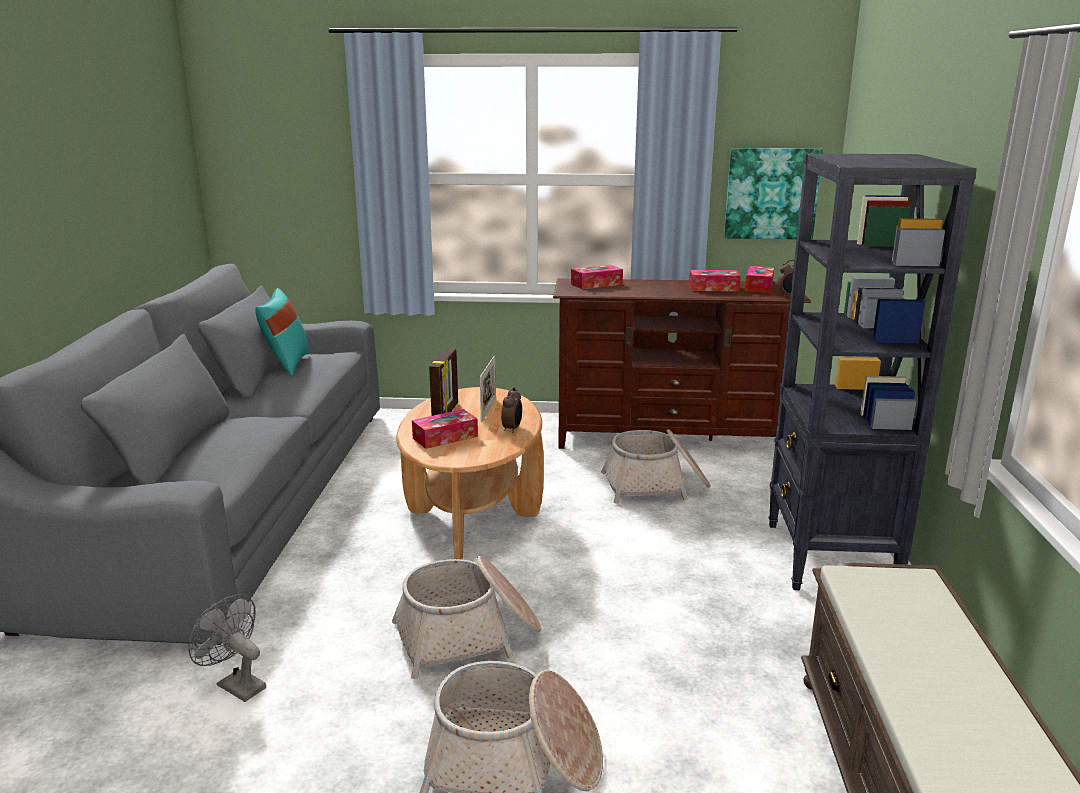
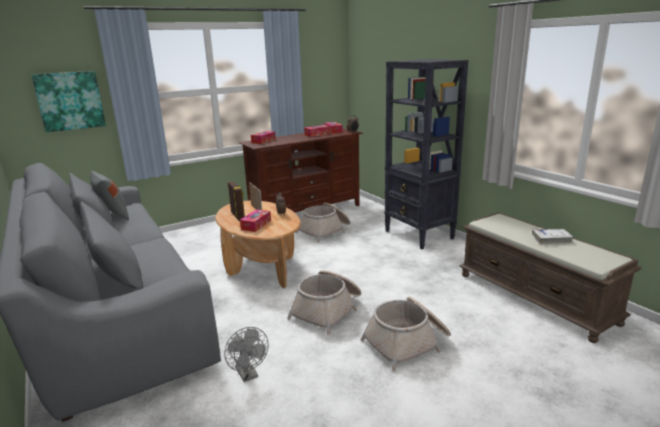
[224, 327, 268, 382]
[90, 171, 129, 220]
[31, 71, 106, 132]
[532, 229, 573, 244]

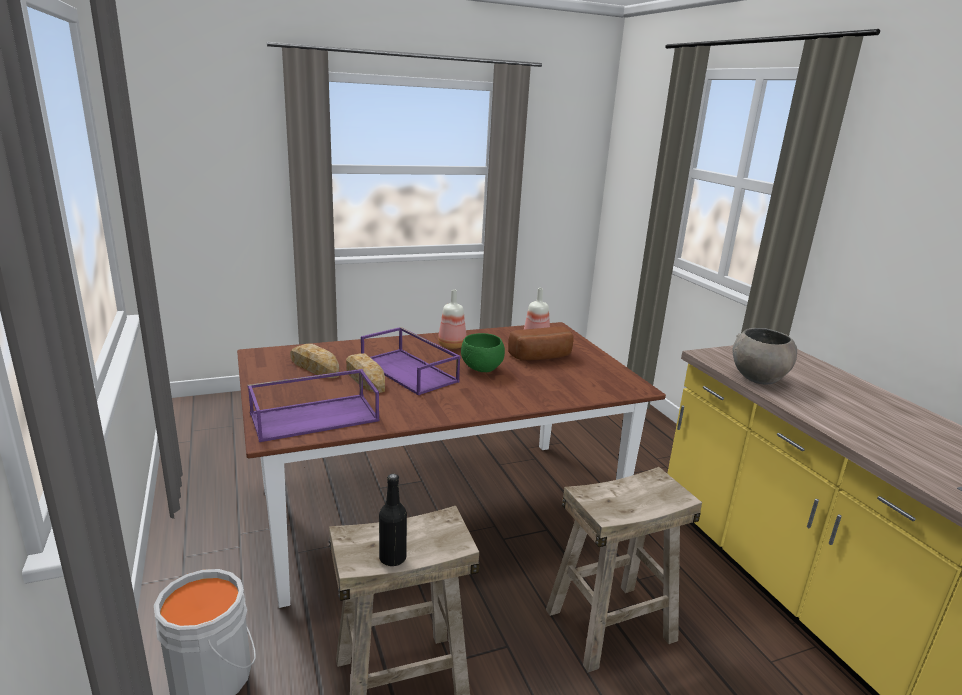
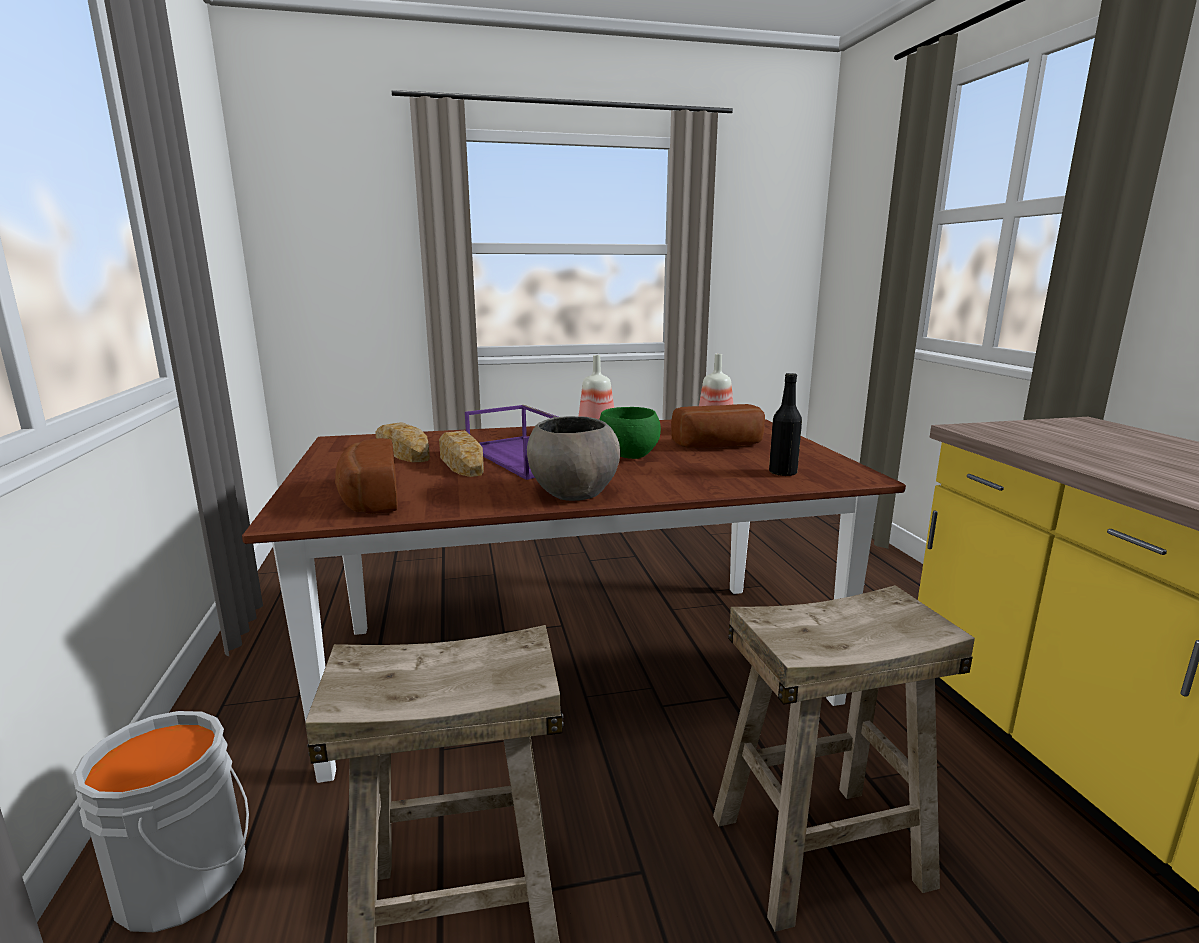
[335, 438, 398, 514]
[769, 373, 802, 477]
[527, 416, 620, 501]

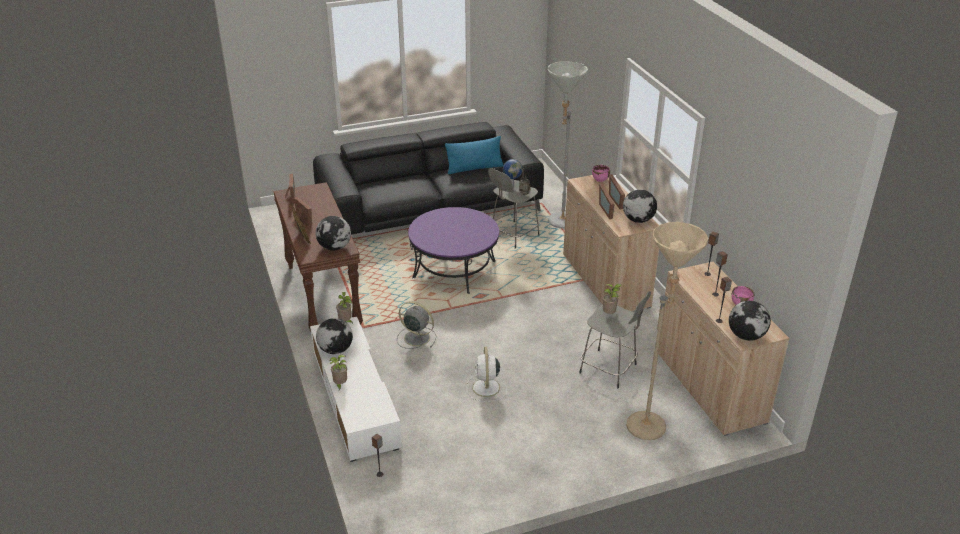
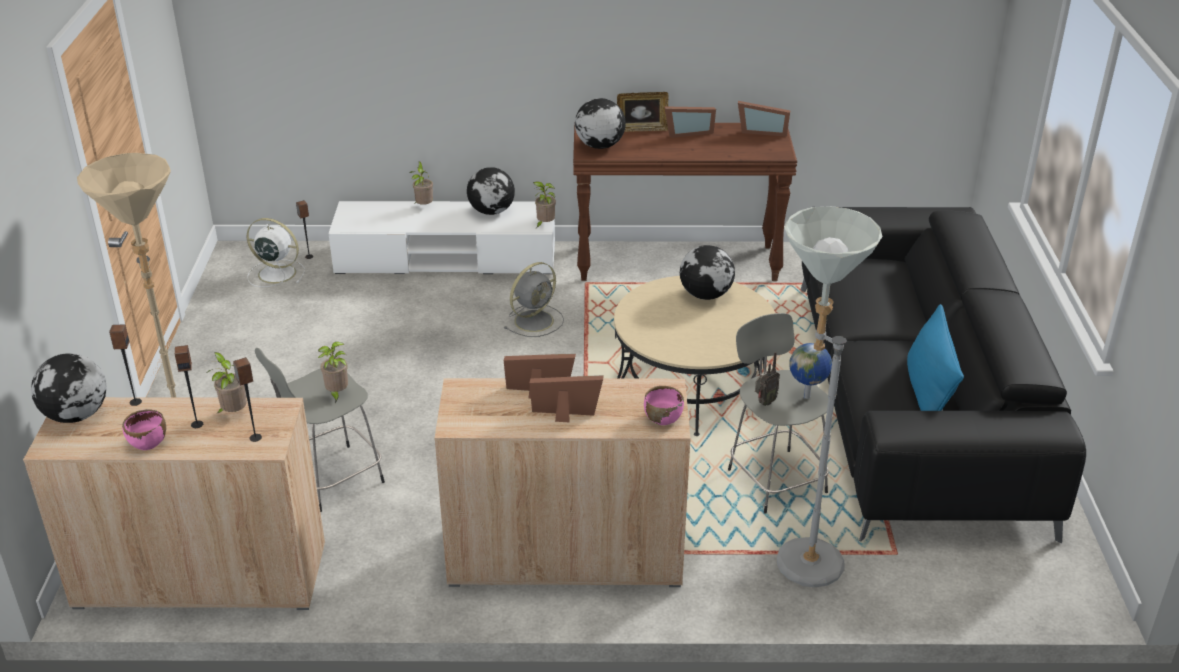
[614, 276, 775, 436]
[247, 218, 305, 287]
[680, 245, 735, 300]
[208, 352, 247, 414]

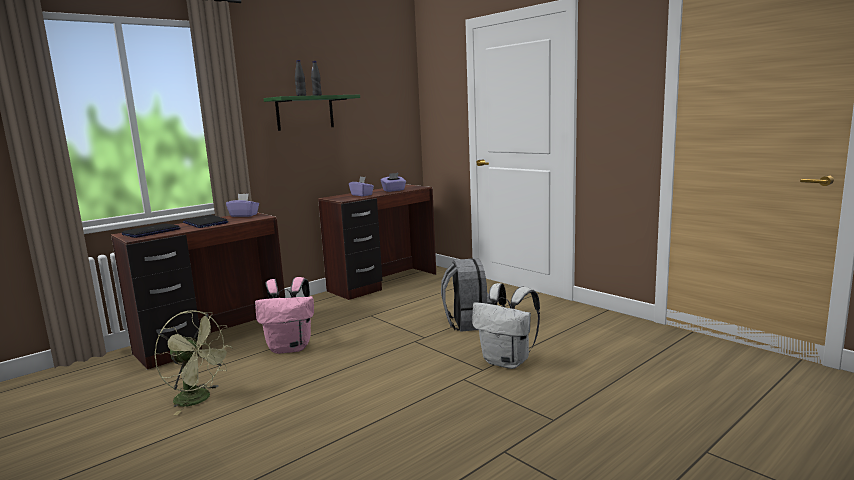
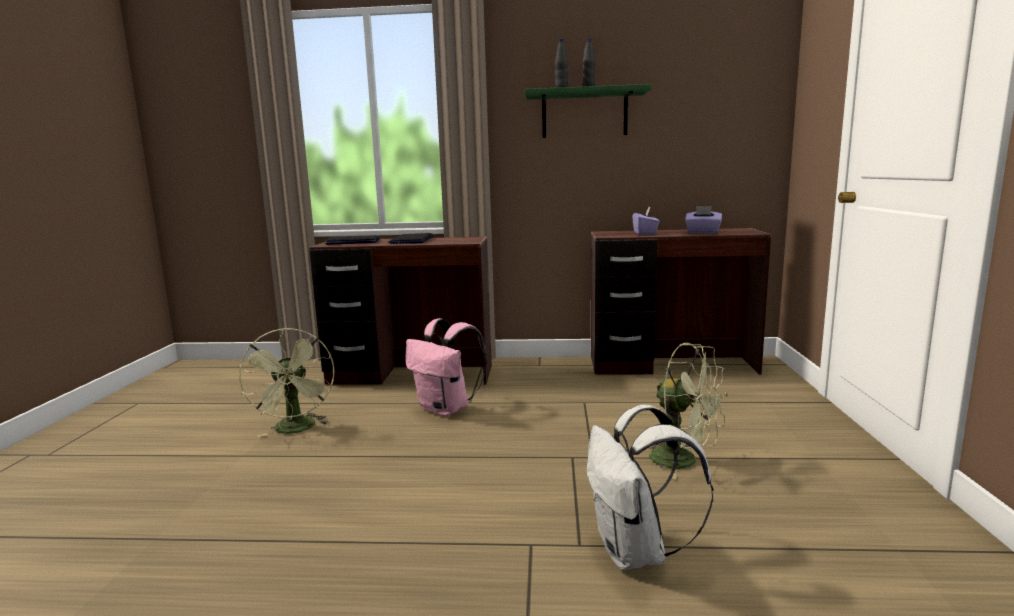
[226, 194, 259, 217] (first image)
[648, 343, 728, 479]

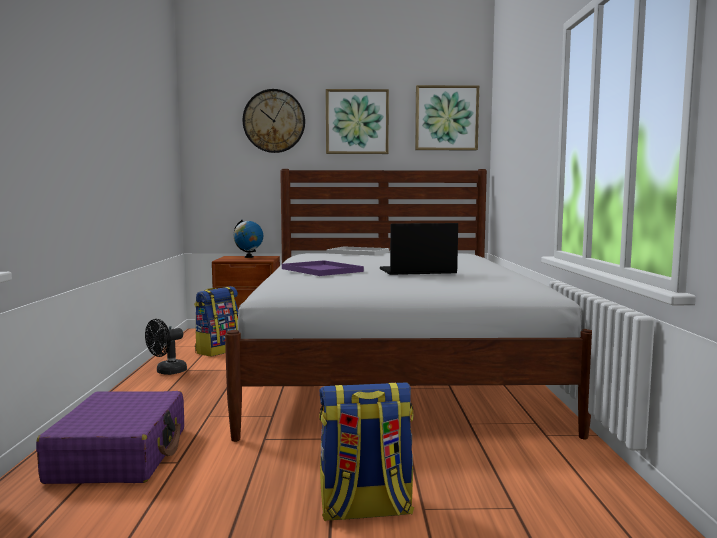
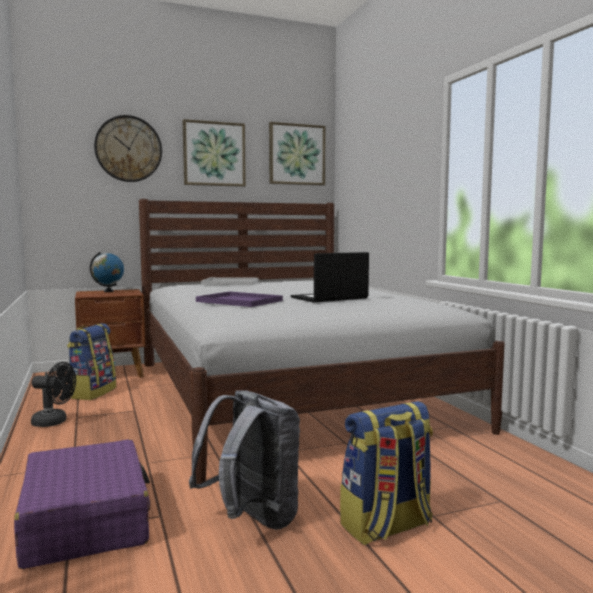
[31, 362, 76, 427]
[189, 390, 300, 530]

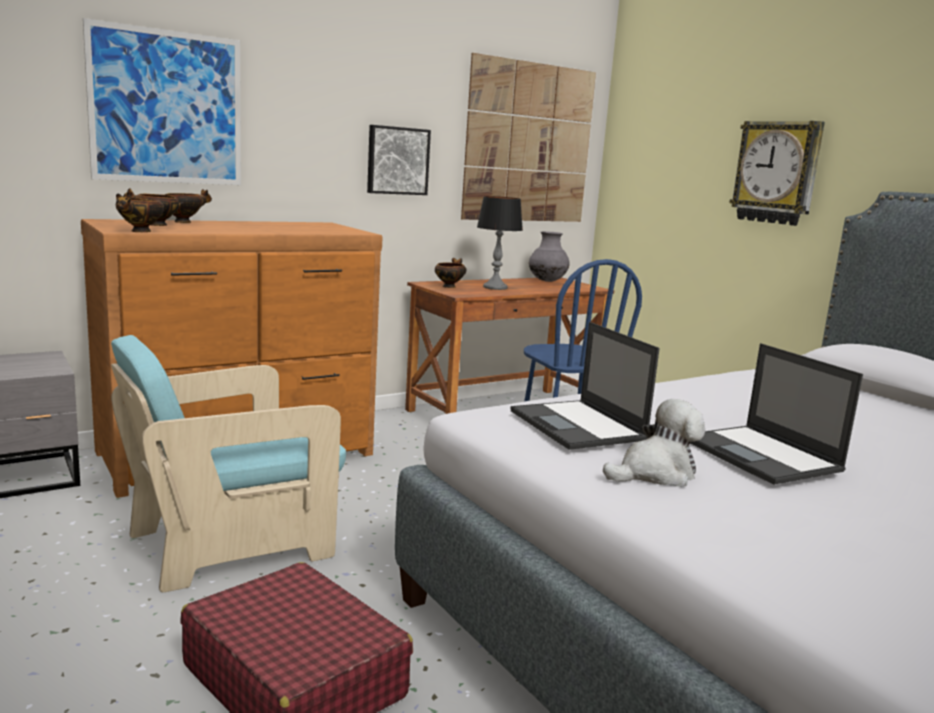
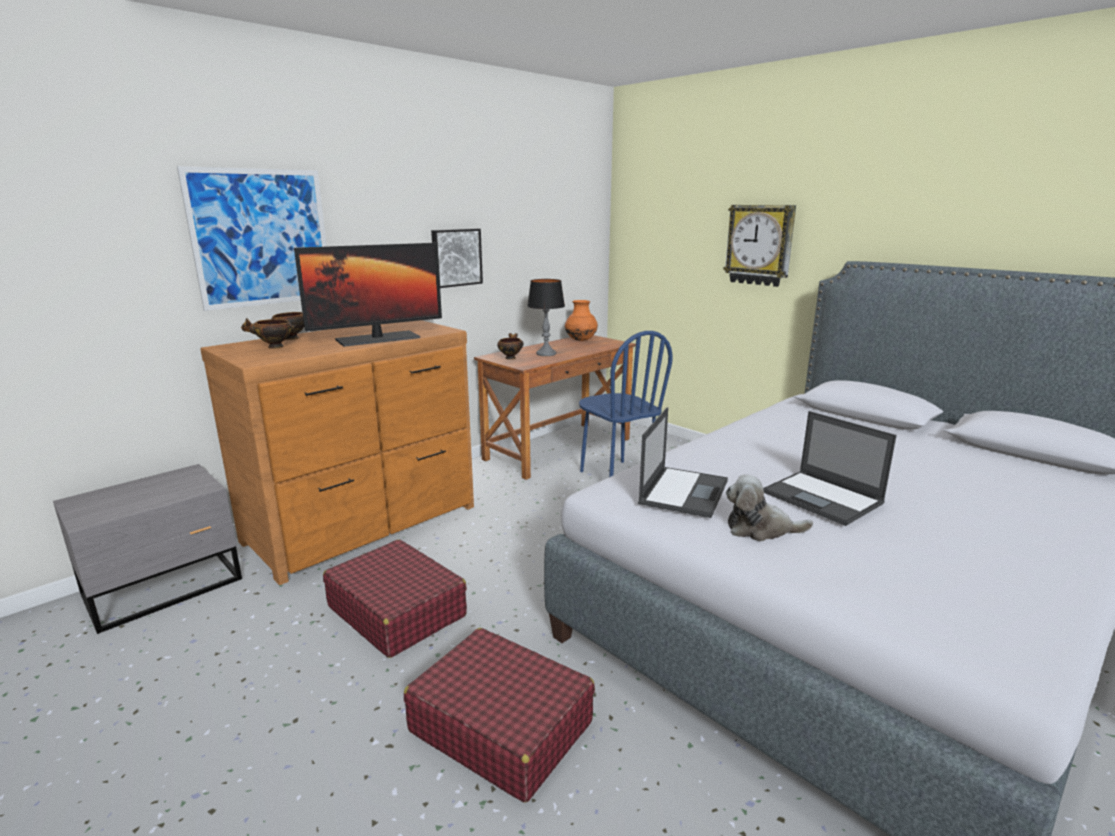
[323, 539, 467, 658]
[116, 194, 164, 232] (first image)
[461, 53, 596, 222] (first image)
[638, 407, 728, 518]
[565, 300, 598, 341]
[726, 474, 813, 541]
[294, 243, 442, 347]

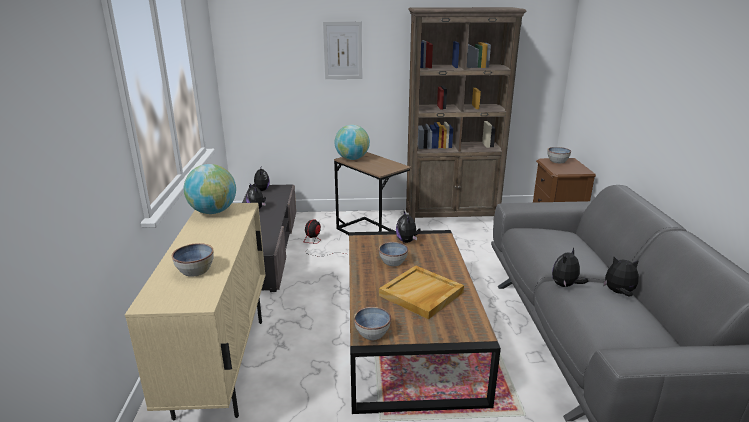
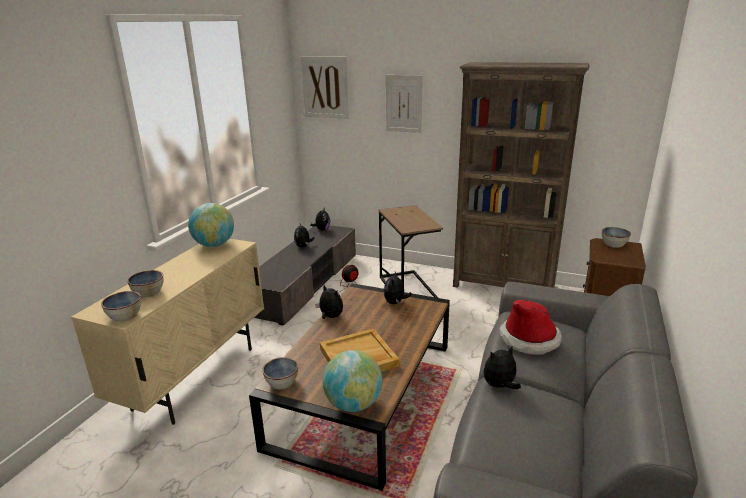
[322, 350, 382, 412]
[101, 291, 141, 322]
[315, 285, 343, 319]
[301, 56, 349, 119]
[499, 300, 562, 355]

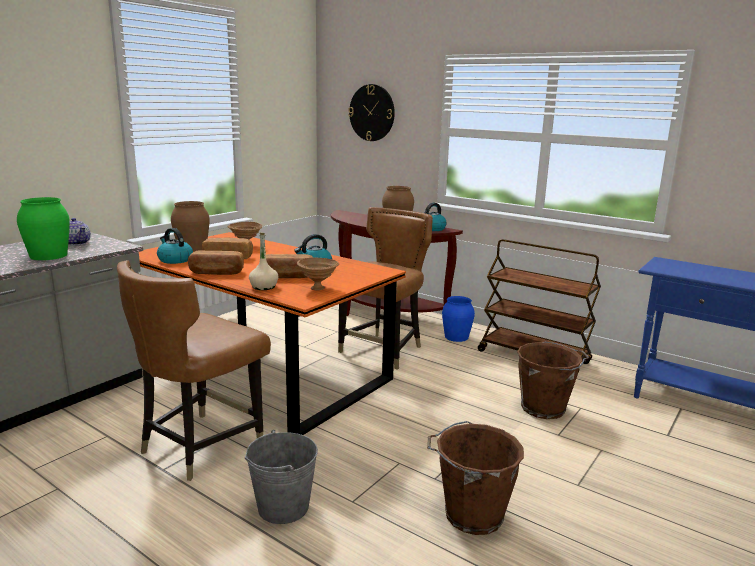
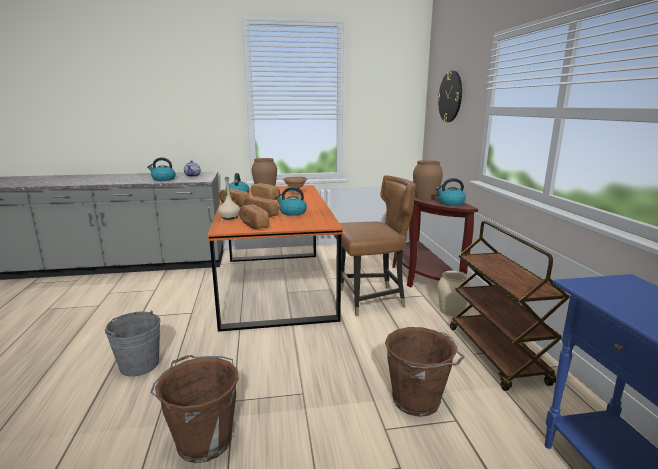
[147, 157, 176, 181]
[117, 260, 271, 481] (first image)
[239, 204, 269, 229]
[438, 271, 470, 316]

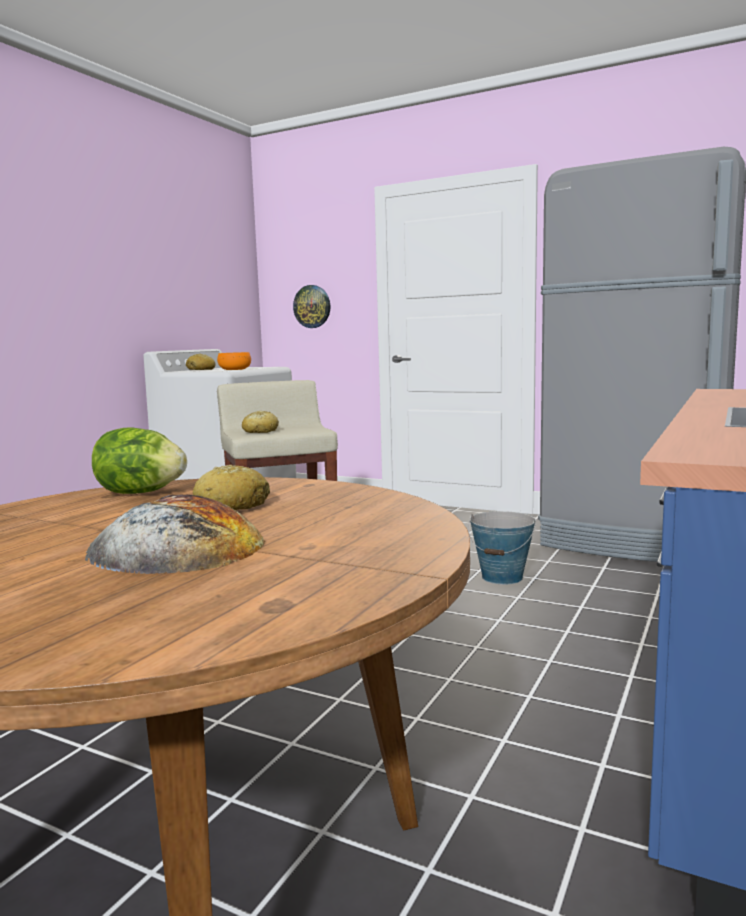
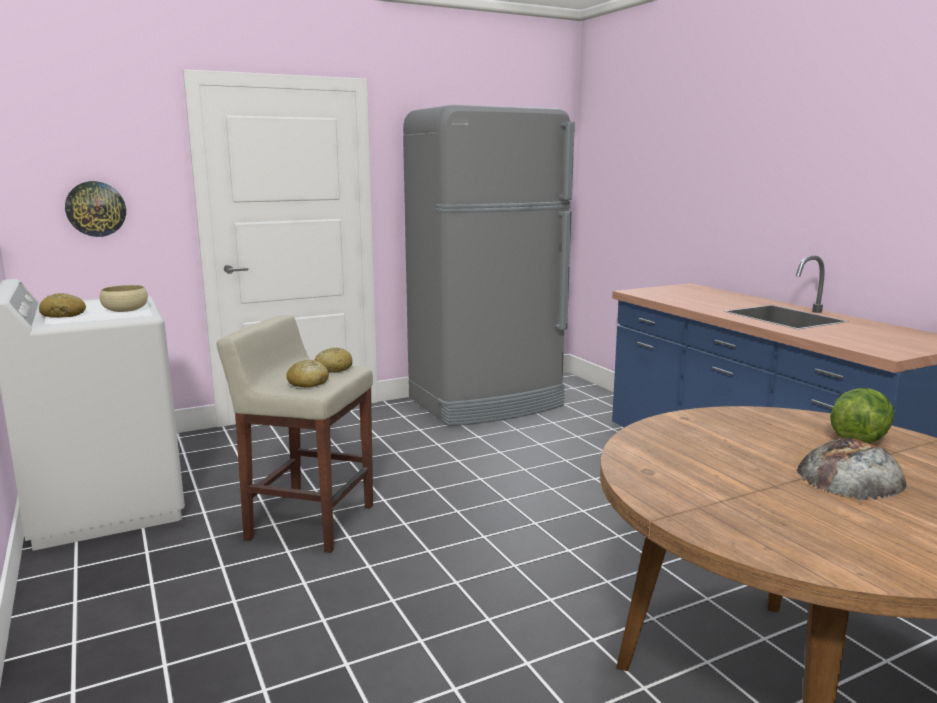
[830, 388, 894, 443]
[314, 348, 353, 373]
[100, 285, 148, 312]
[468, 511, 536, 584] (first image)

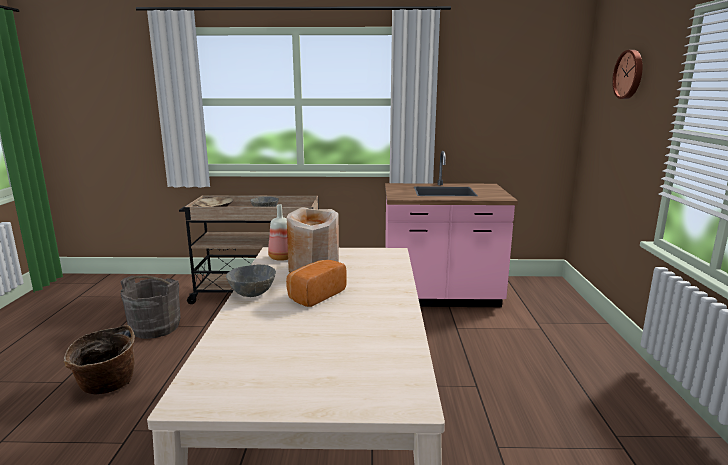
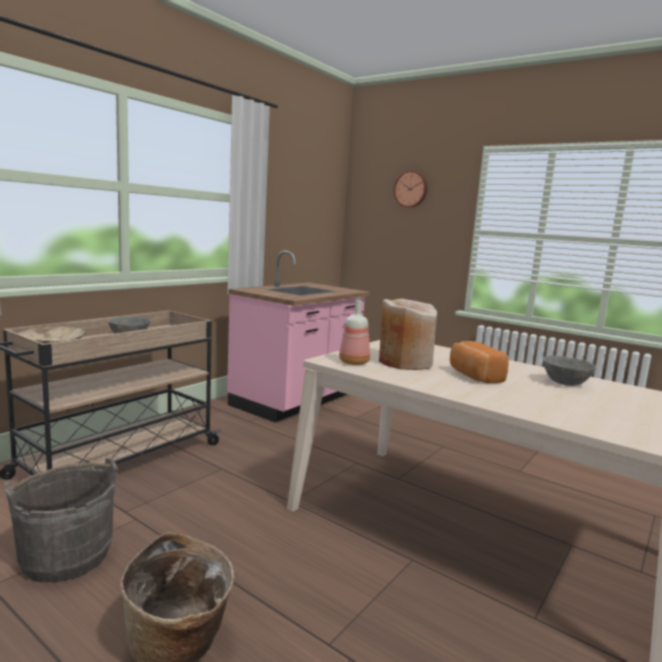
[543, 355, 596, 386]

